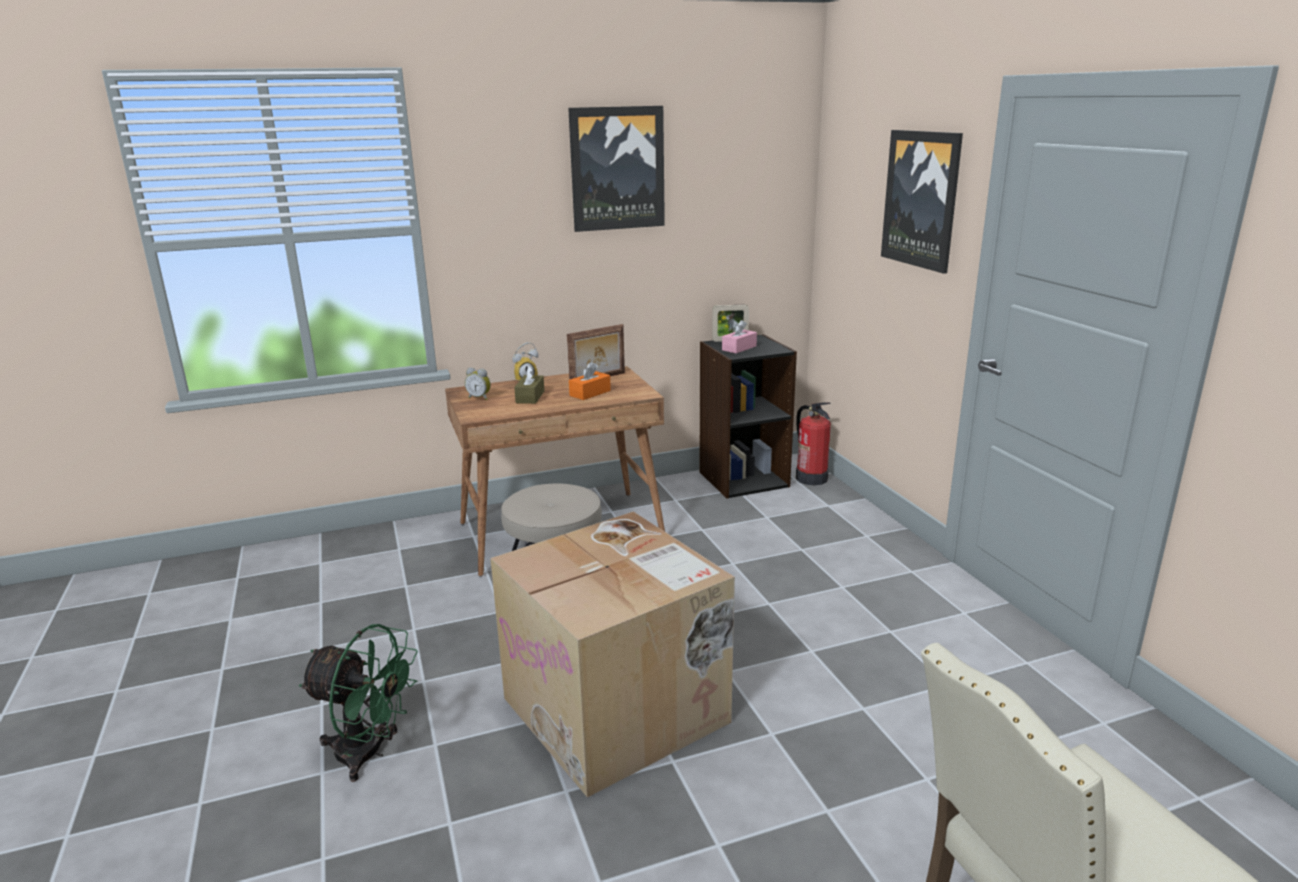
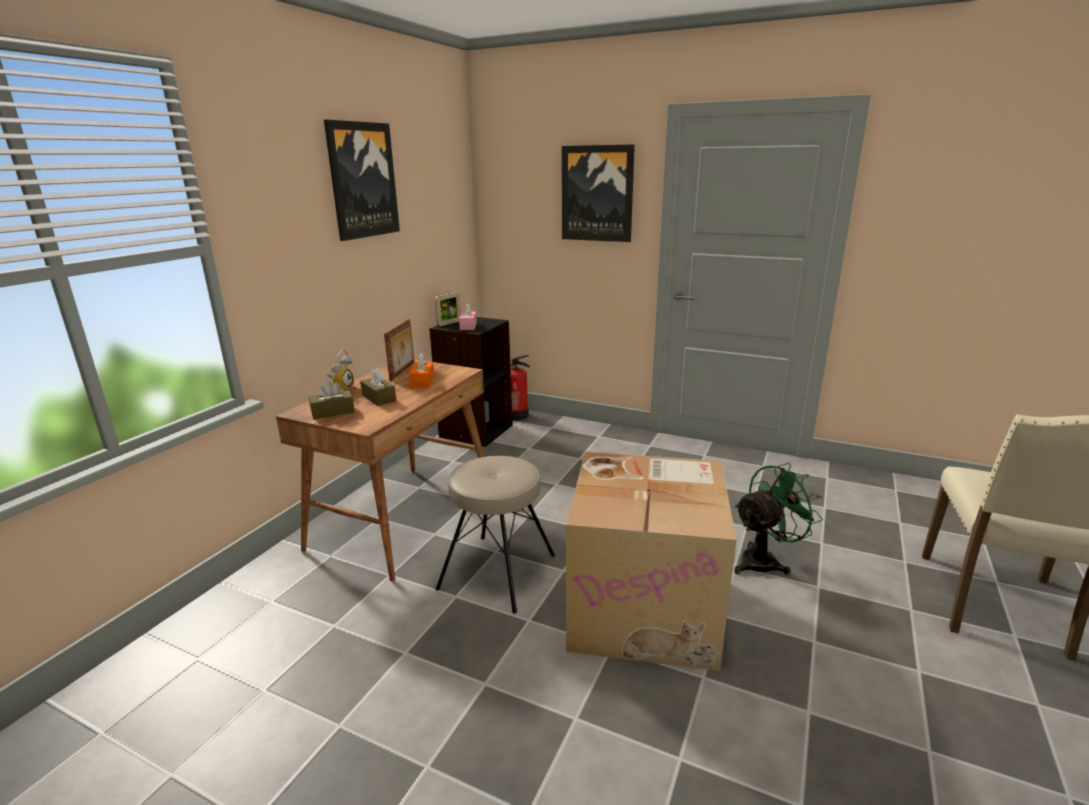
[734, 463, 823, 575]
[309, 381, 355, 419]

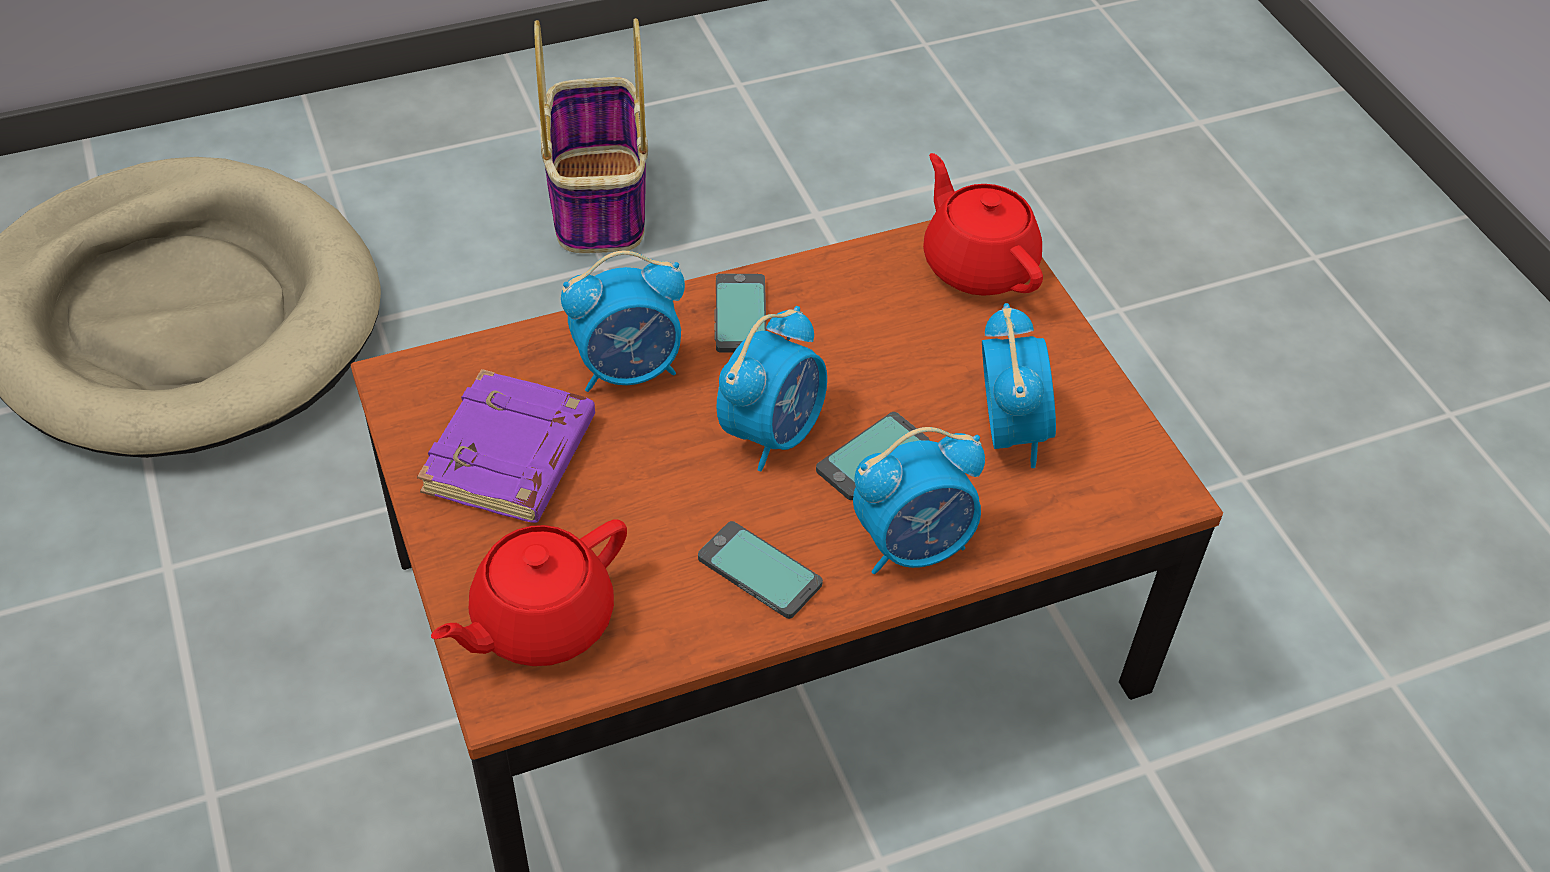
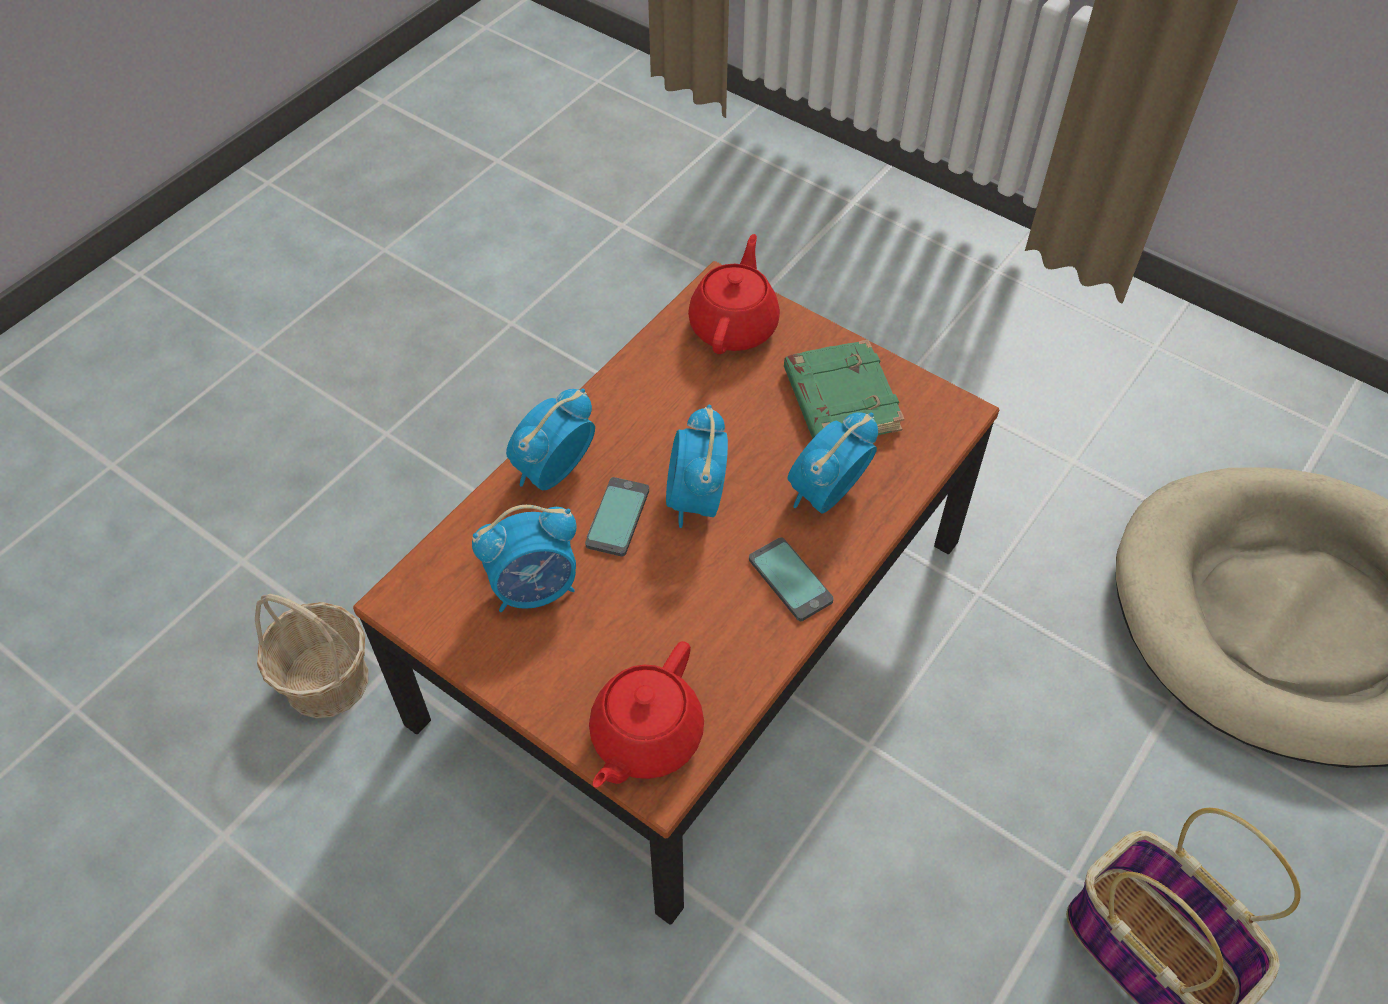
[784, 340, 904, 439]
[698, 521, 823, 619] (first image)
[589, 641, 704, 788]
[472, 505, 577, 612]
[255, 594, 368, 718]

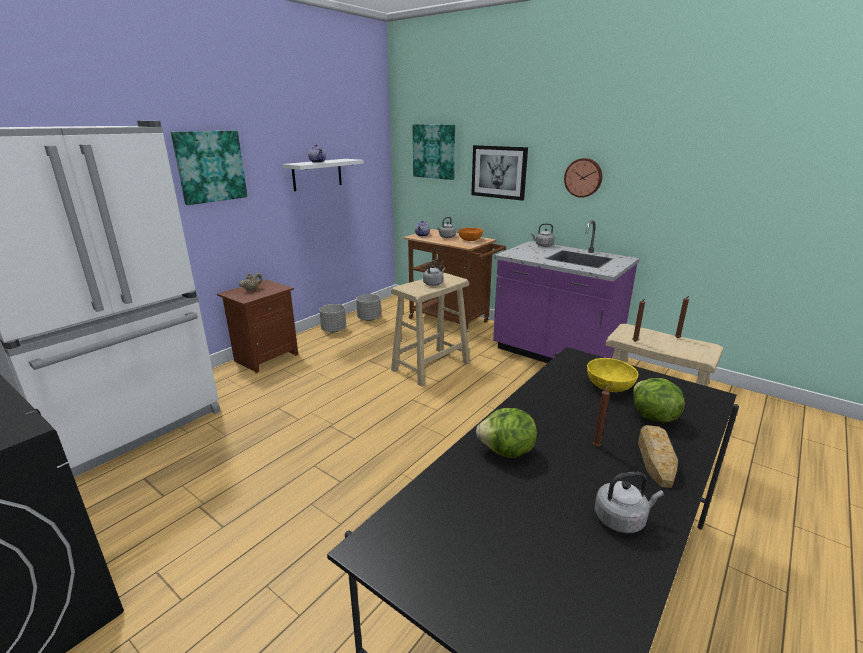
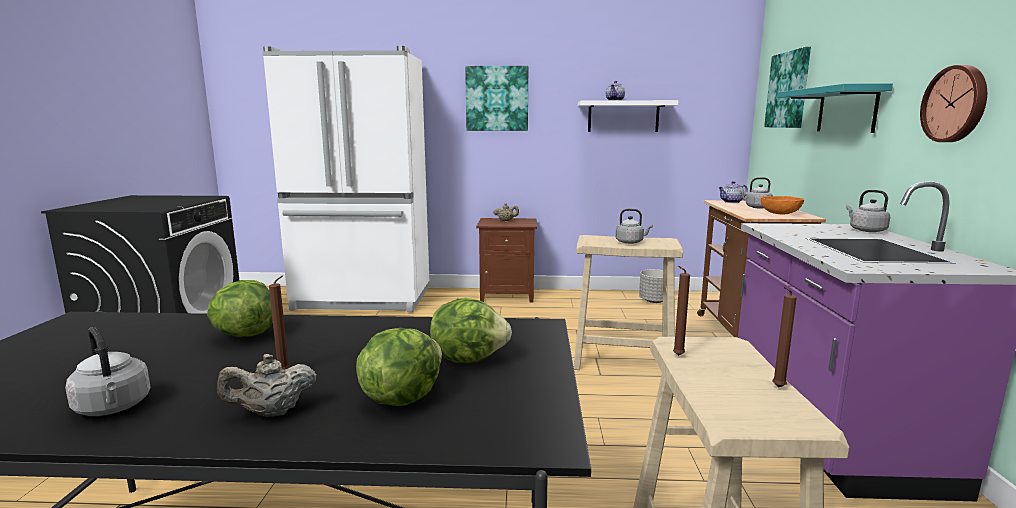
[319, 304, 346, 333] (first image)
[777, 83, 893, 133]
[430, 298, 512, 363]
[217, 354, 317, 417]

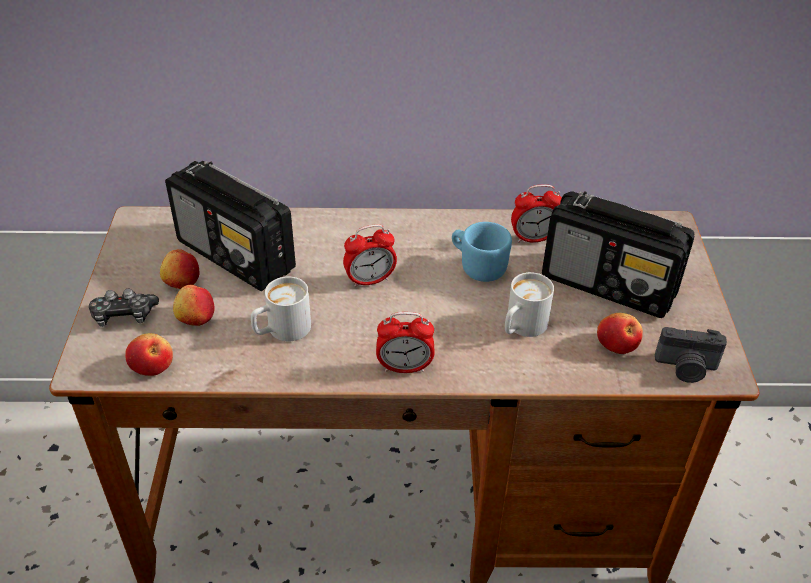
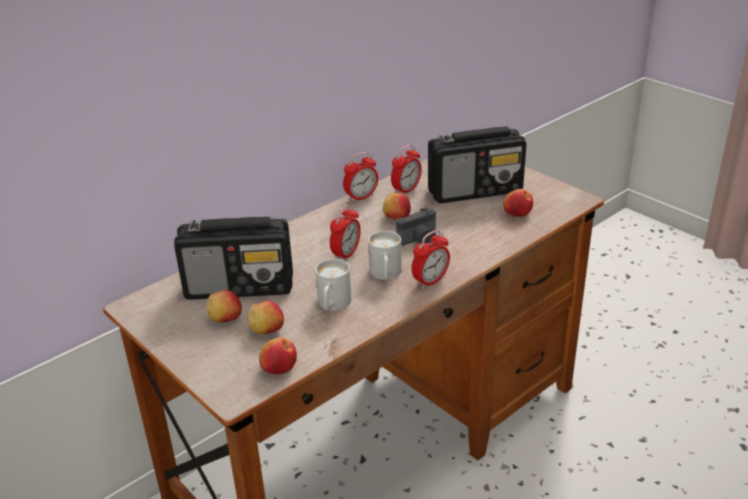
[89, 289, 159, 327] (first image)
[383, 192, 411, 220]
[368, 231, 402, 280]
[396, 207, 436, 246]
[343, 152, 378, 203]

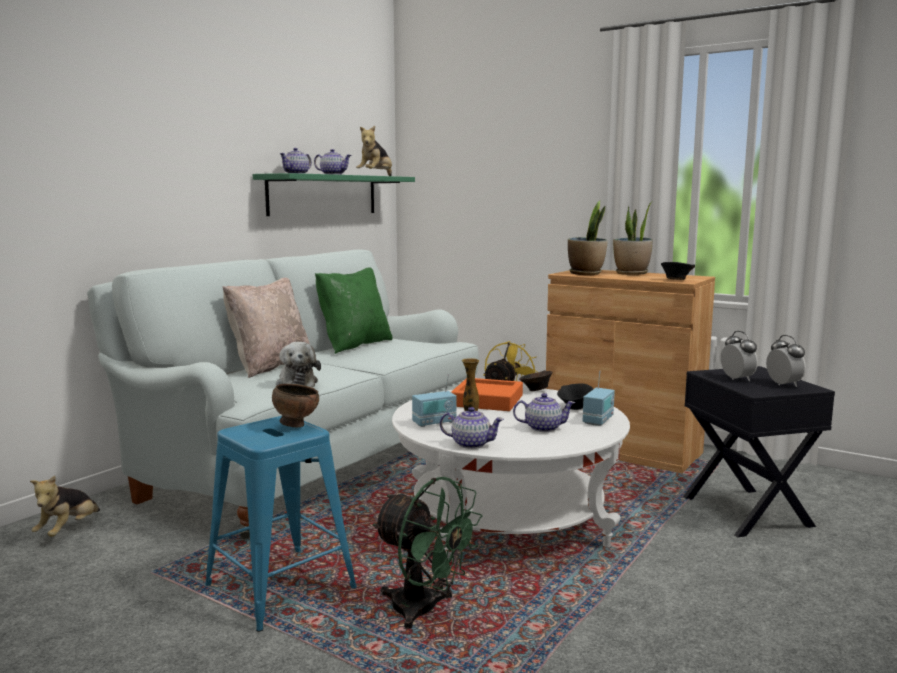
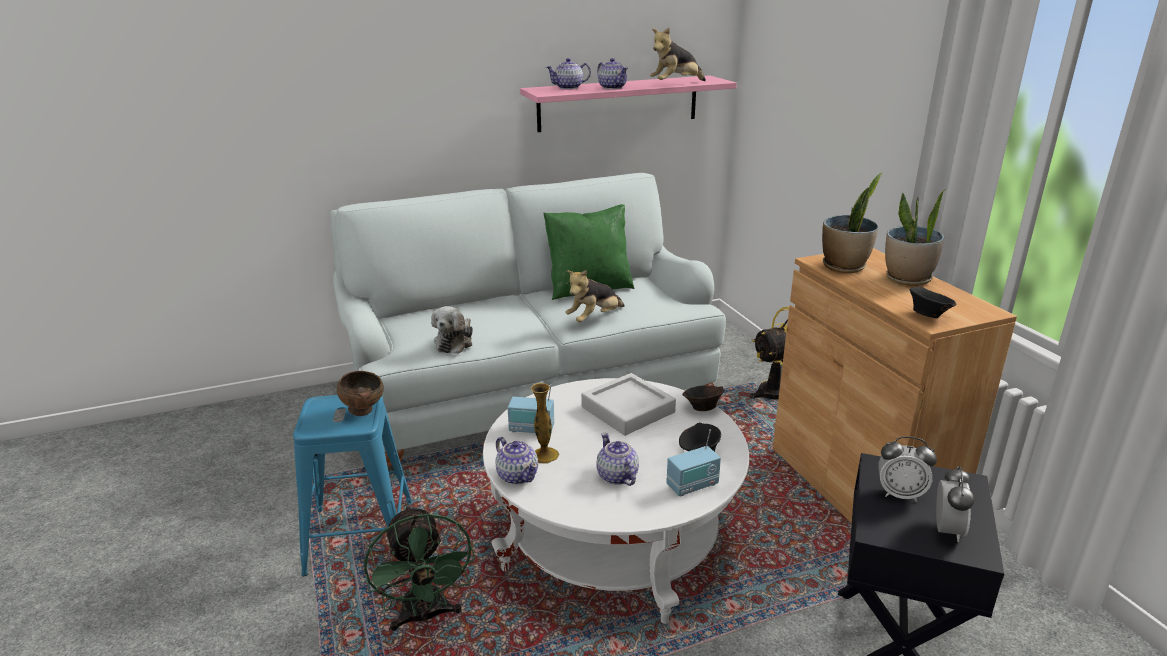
[565, 270, 625, 322]
[222, 278, 310, 378] (first image)
[520, 75, 737, 132]
[581, 373, 676, 436]
[596, 433, 639, 486]
[878, 436, 937, 502]

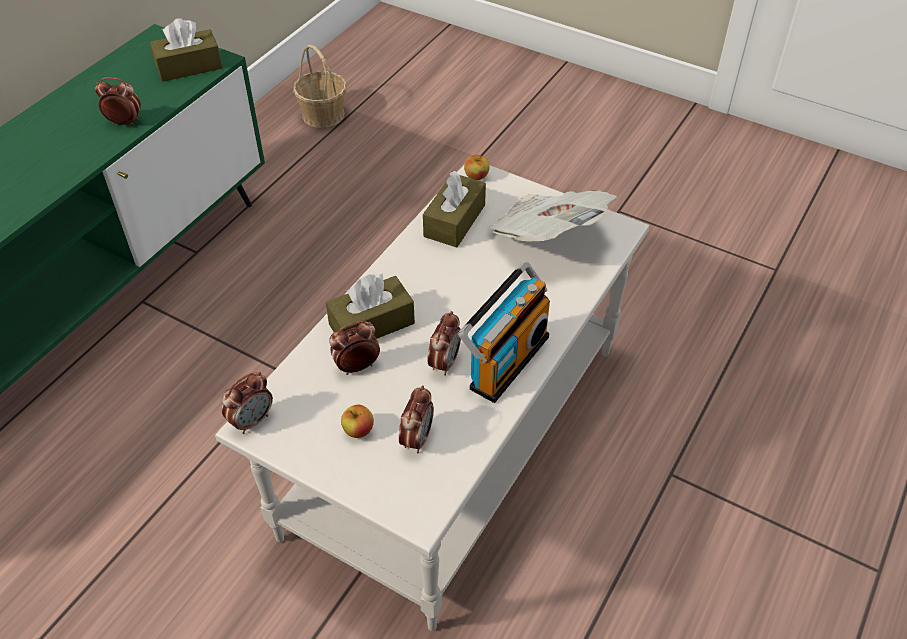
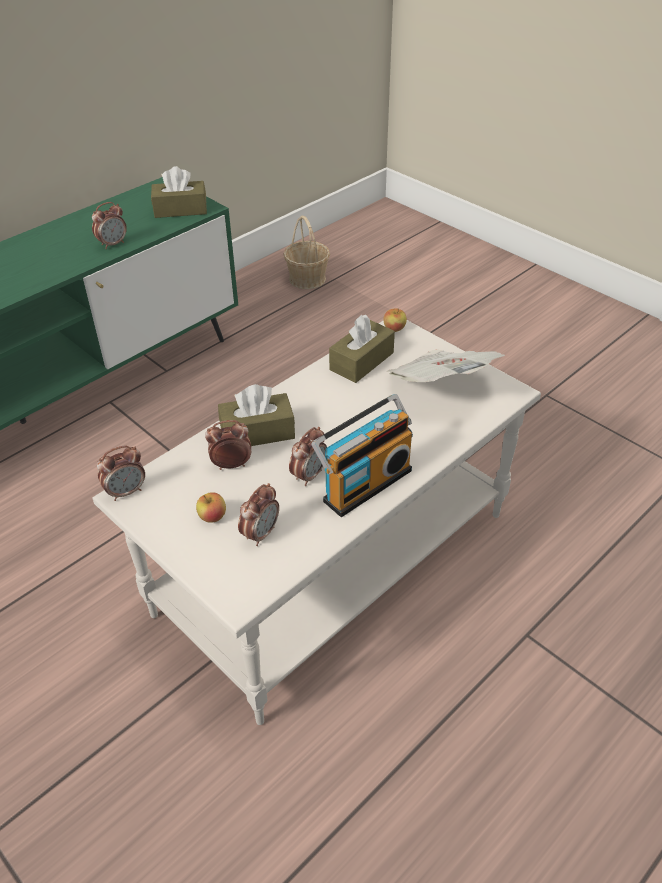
[92, 202, 127, 249]

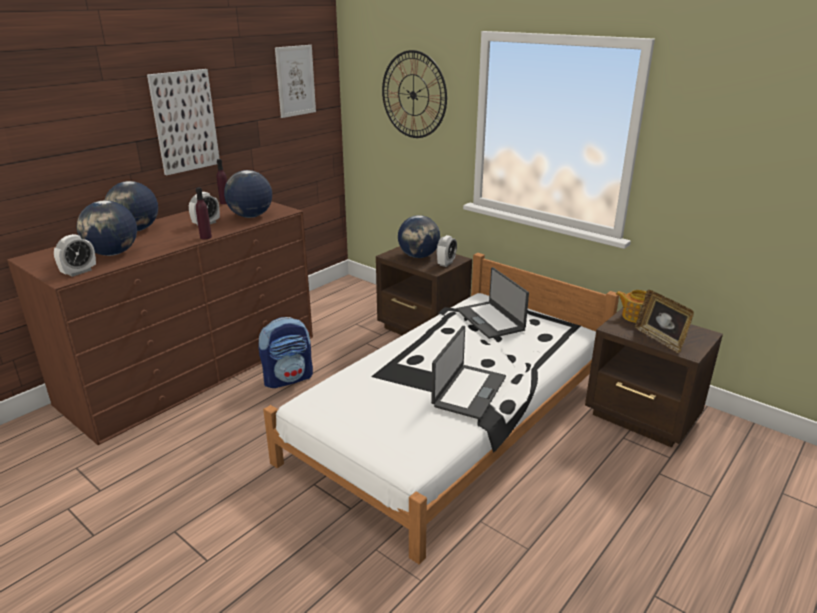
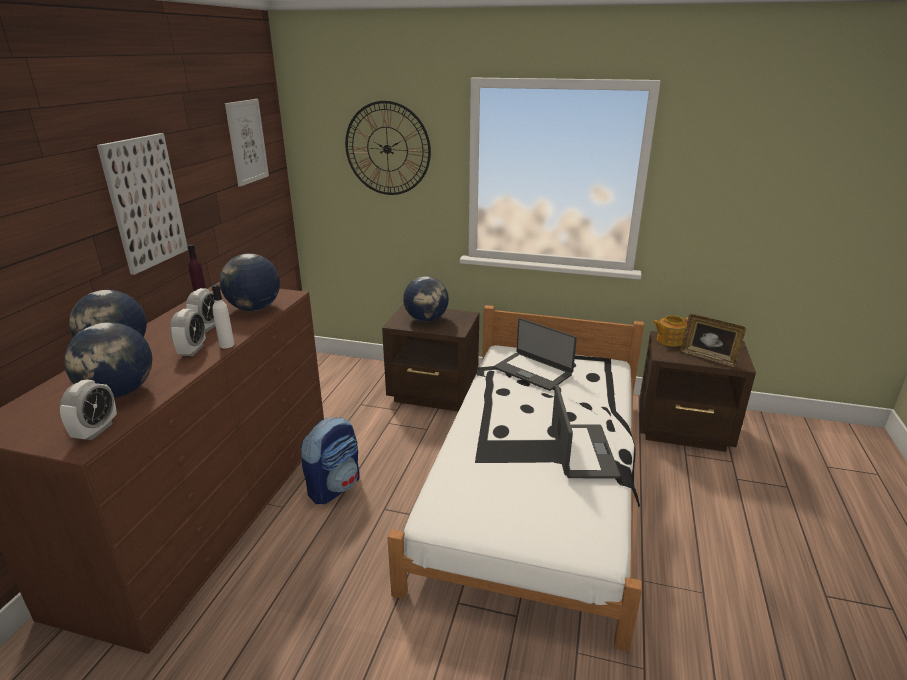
[212, 284, 235, 348]
[170, 309, 206, 356]

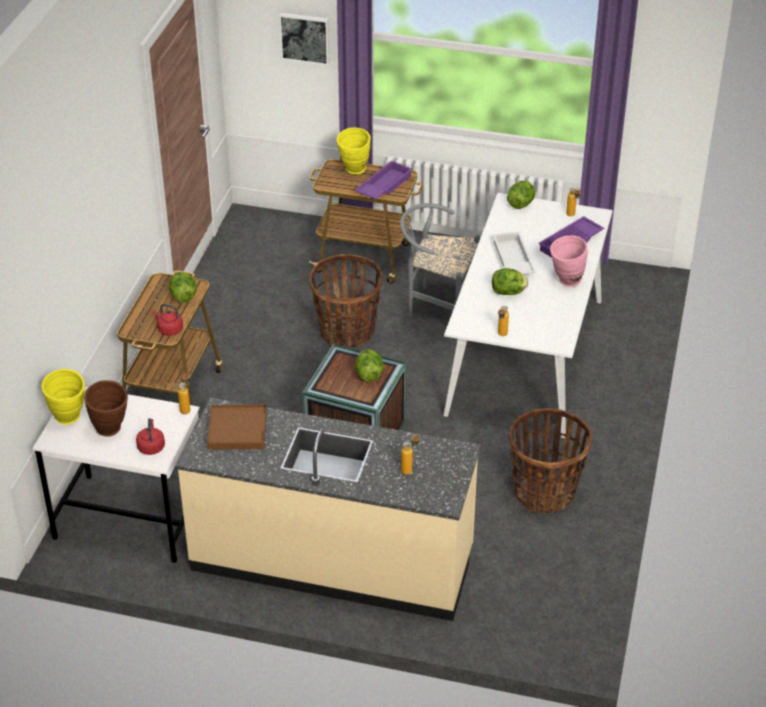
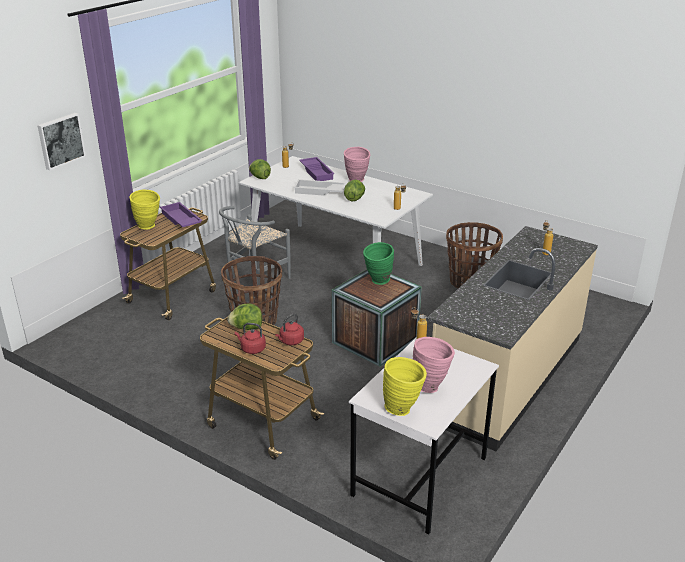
[413, 337, 455, 393]
[235, 323, 266, 354]
[207, 405, 267, 450] (first image)
[363, 242, 394, 285]

